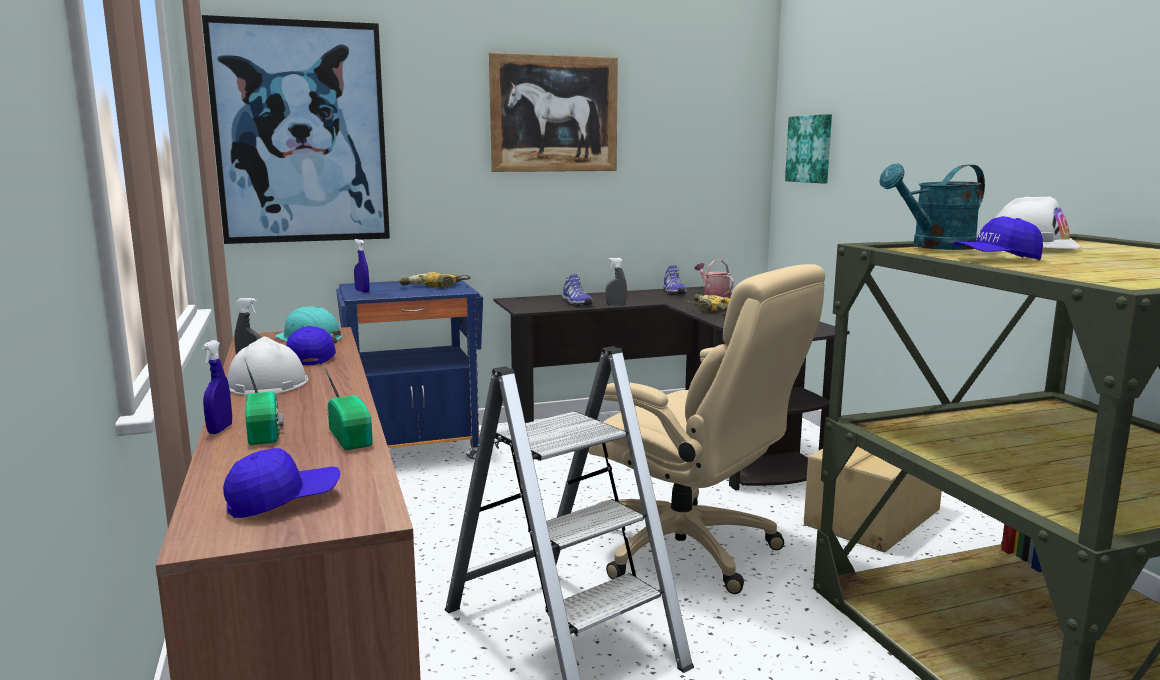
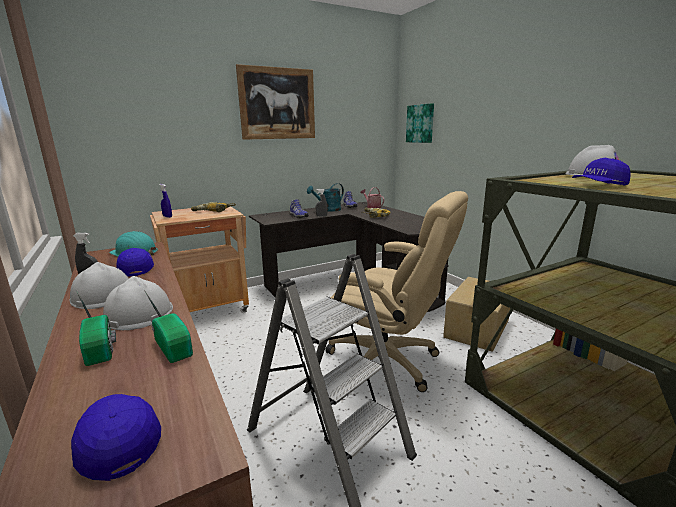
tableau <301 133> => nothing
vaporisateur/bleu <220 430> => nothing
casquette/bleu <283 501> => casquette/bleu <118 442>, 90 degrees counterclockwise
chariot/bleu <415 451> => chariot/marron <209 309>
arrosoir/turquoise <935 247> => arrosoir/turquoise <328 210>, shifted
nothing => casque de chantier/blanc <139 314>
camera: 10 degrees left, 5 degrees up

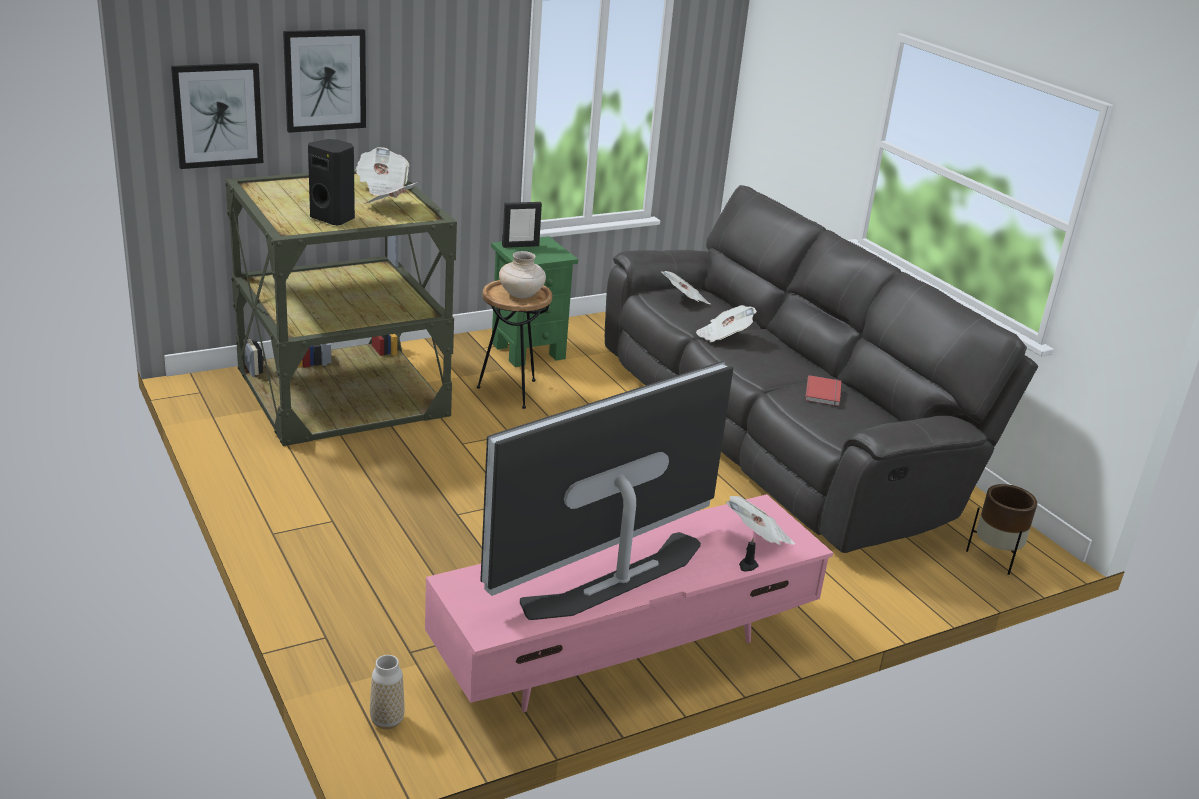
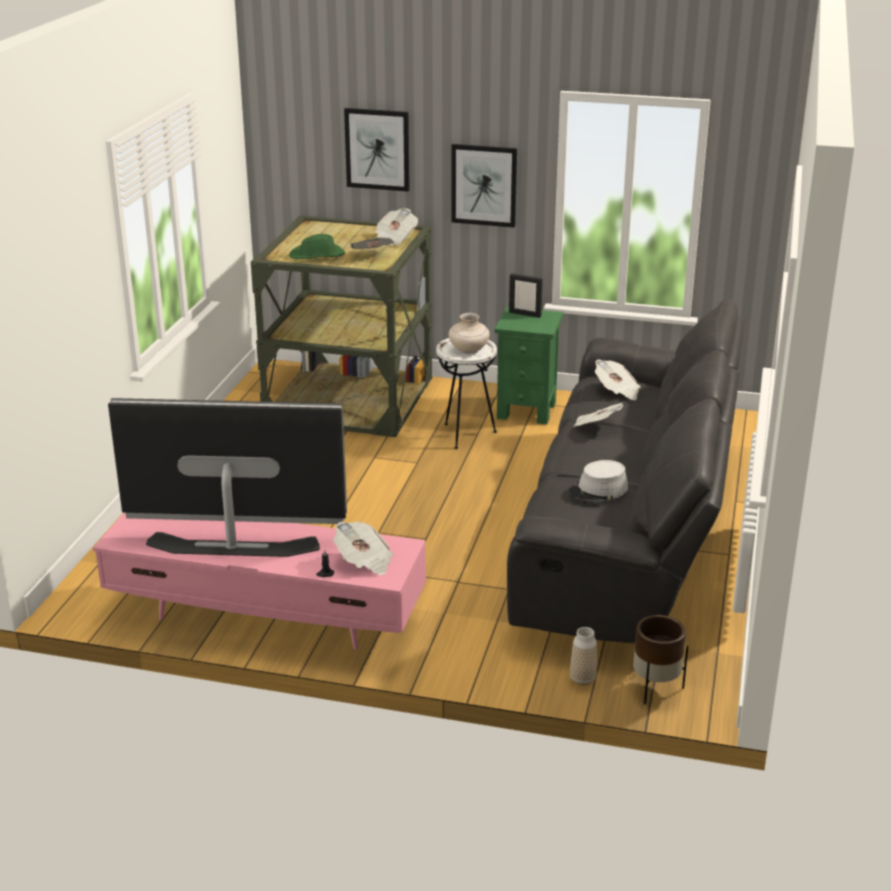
tableau <218 115> => tableau <484 185>, shifted
enceinte/noir <334 218> => chapeau/vert <317 255>
vase <387 721> => vase <582 680>, shifted
table d'appoint/marron <512 392> => table d'appoint/blanc <465 435>
livre/rouge <824 393> => chapeau/gris <598 490>
camera: 45 degrees right, 0 degrees up

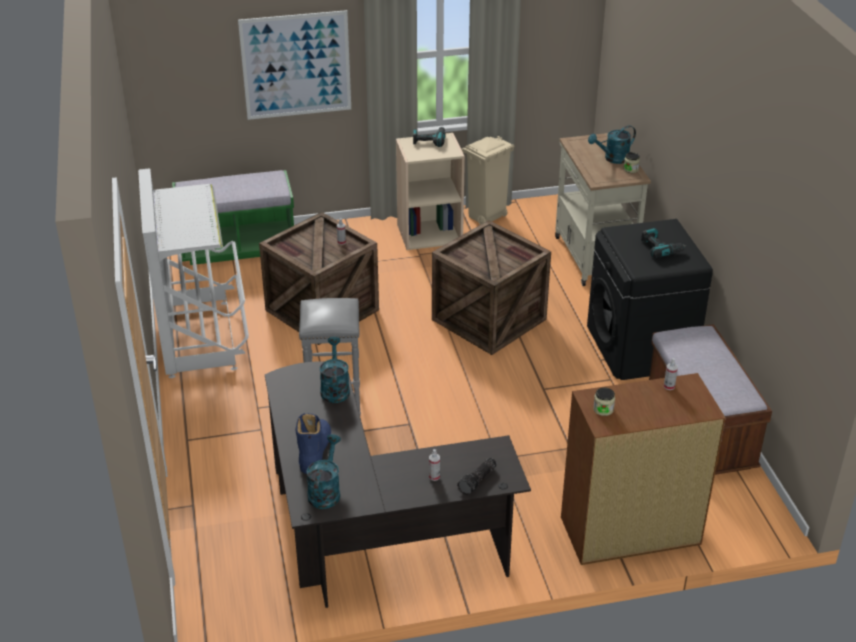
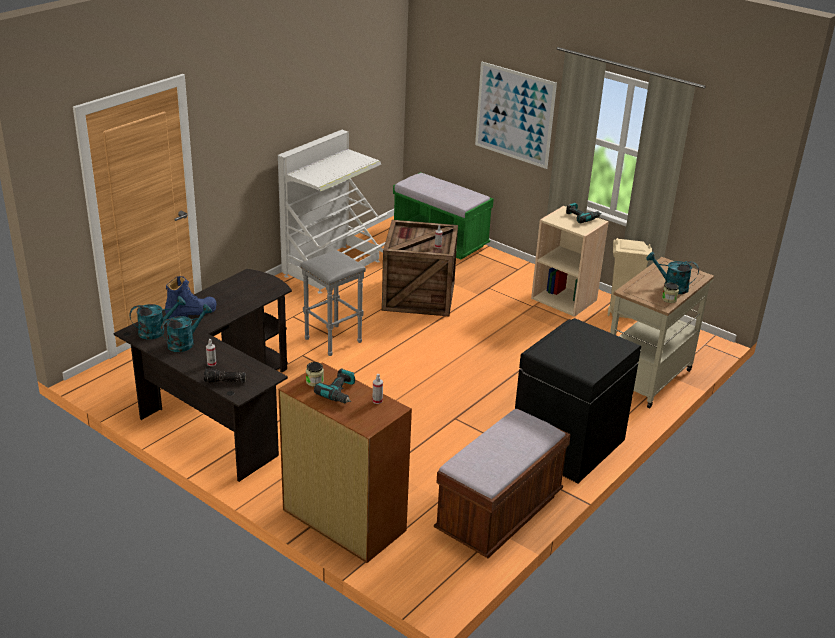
arrosoir/turquoise <334 388> => arrosoir/turquoise <185 343>, shifted
caisse <491 319> => nothing
perceuse <660 248> => perceuse <340 392>, shifted
camera: 50 degrees right, 5 degrees down

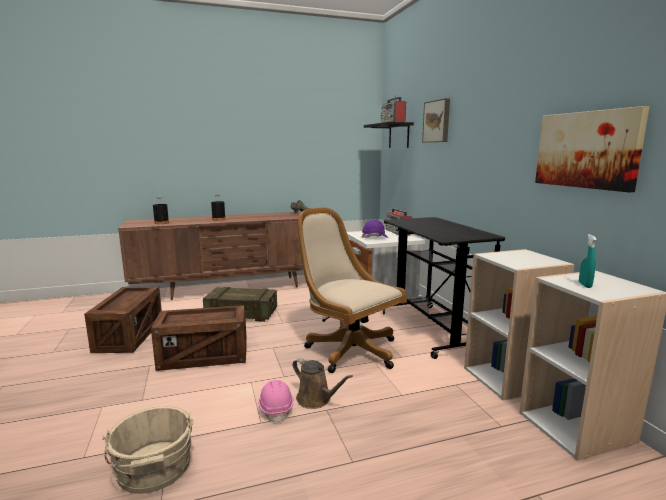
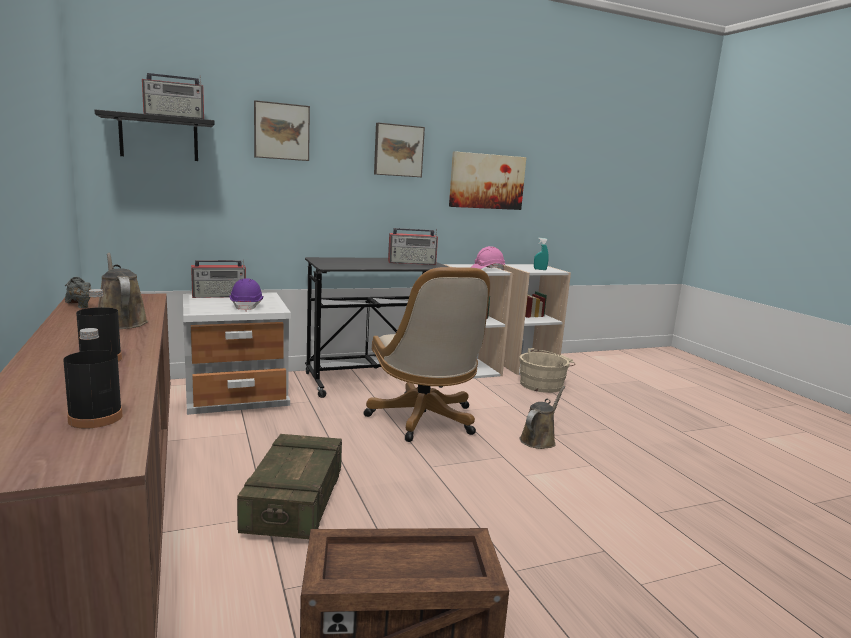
seau/beige <154 470> => seau/beige <543 384>, shifted
caisse <203 356> => nothing
casque de chantier/rose <276 409> => casque de chantier/rose <487 270>, shifted
chaise de bureau <347 348> => chaise de bureau <425 422>, 60 degrees counterclockwise
nothing => arrosoir/marron <120 322>
nothing => tableau <398 150>
nothing => radio <412 263>
camera: 95 degrees left, 0 degrees up

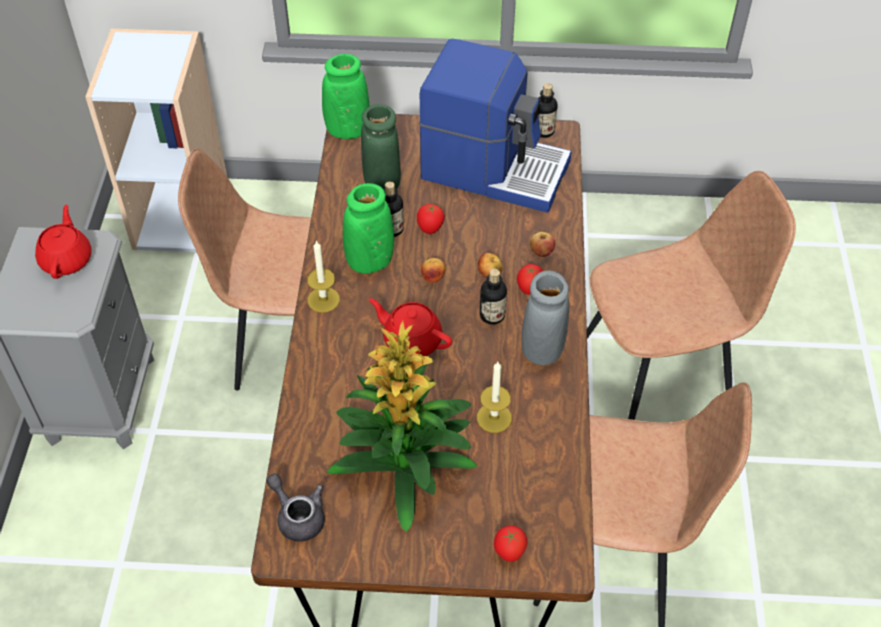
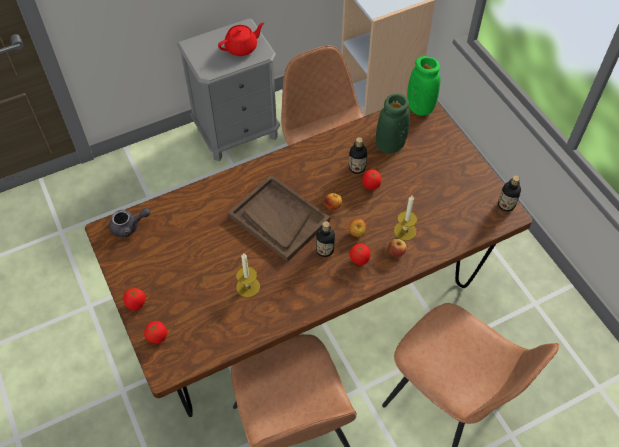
théière/gris <298 516> => théière/gris <129 226>, 60 degrees clockwise
bougie <323 300> => bougie <405 231>, shifted
plante en pot <404 462> => nothing
vase/vert <370 261> => nothing
théière/rouge <411 340> => plateau/marron <278 219>
machine à café <494 168> => nothing
vase/gris <542 350> => nothing
nothing => tomate <136 305>
camera: 60 degrees right, 5 degrees up

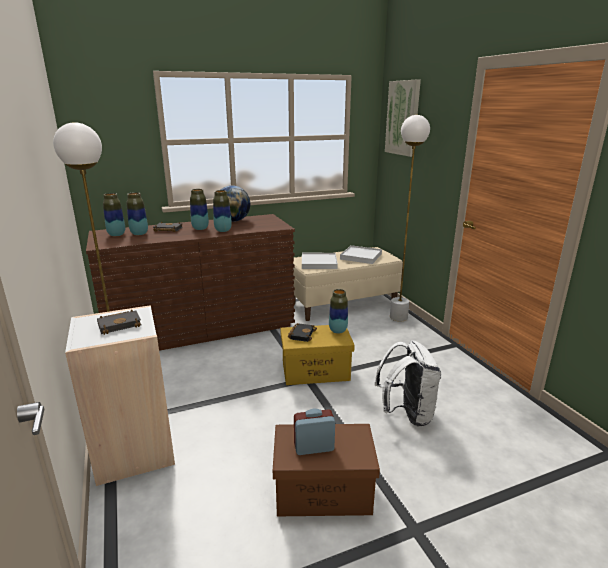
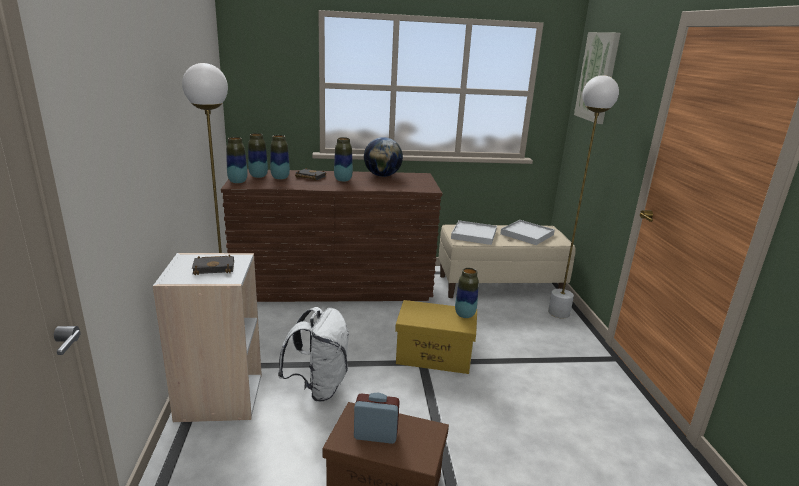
vase <223 230> => vase <238 182>, shifted
livre/noir <301 334> => nothing
sac à dos/blanc <406 414> => sac à dos/blanc <318 387>, shifted
camera: 15 degrees right, 0 degrees up

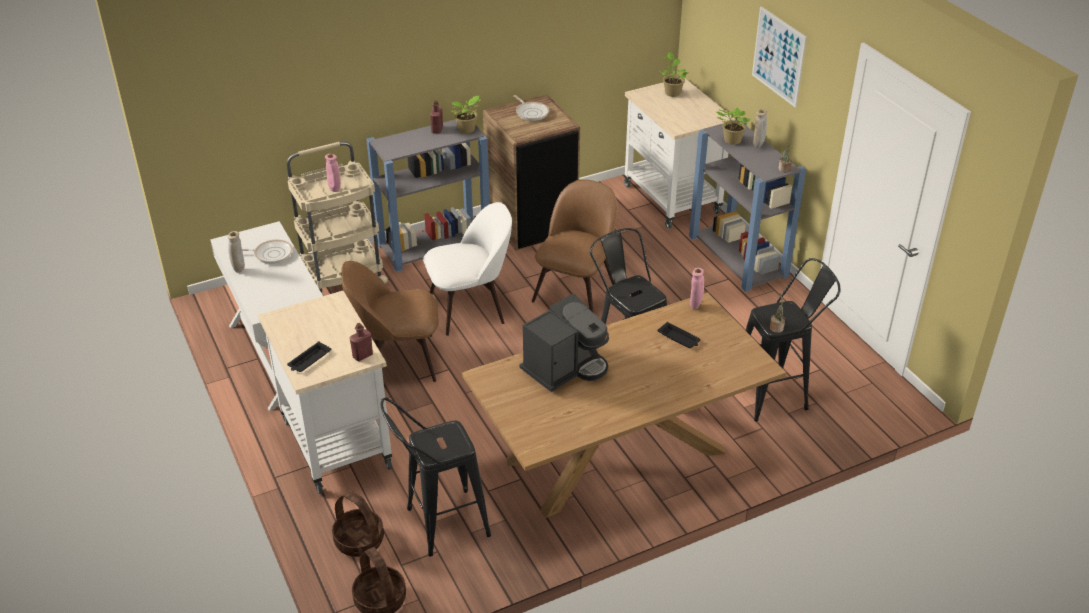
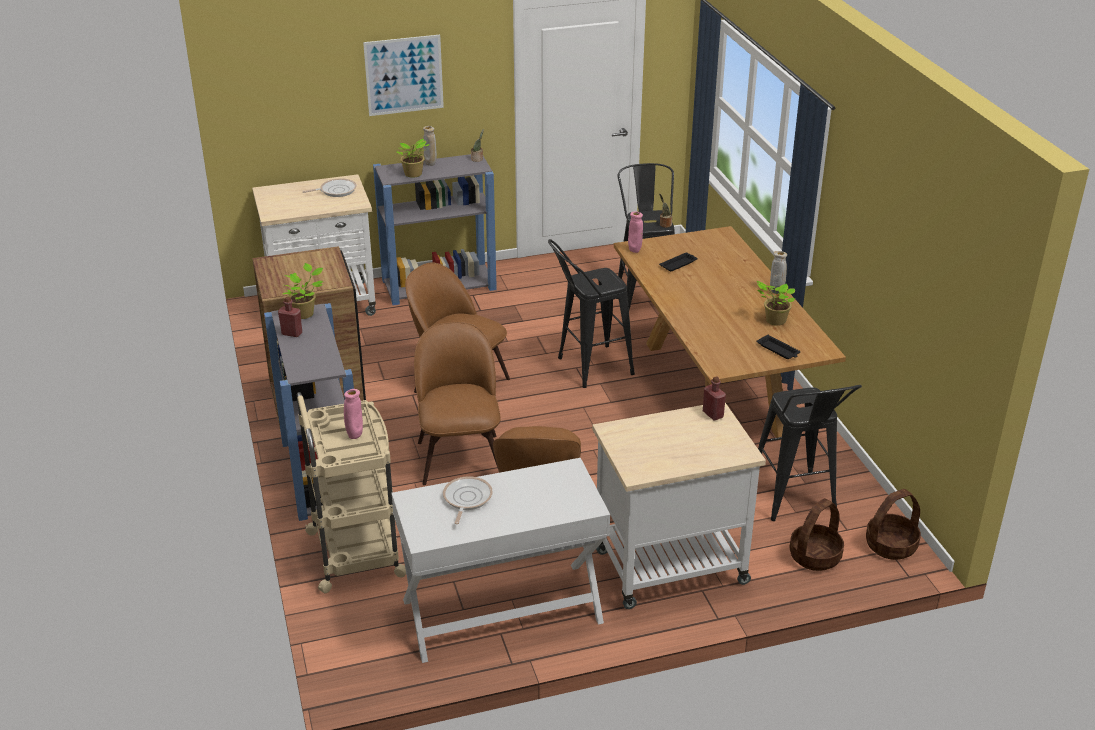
vase/beige <239 270> => vase/beige <776 292>, shifted
plateau/noir <309 360> => plateau/noir <778 350>, shifted
chaise/blanc <470 308> => chaise/marron <460 456>
poêle <531 112> => poêle <336 190>, shifted
machine à café <565 367> => nothing
plante en pot <672 92> => plante en pot <774 320>, shifted
camera: 80 degrees left, 5 degrees down

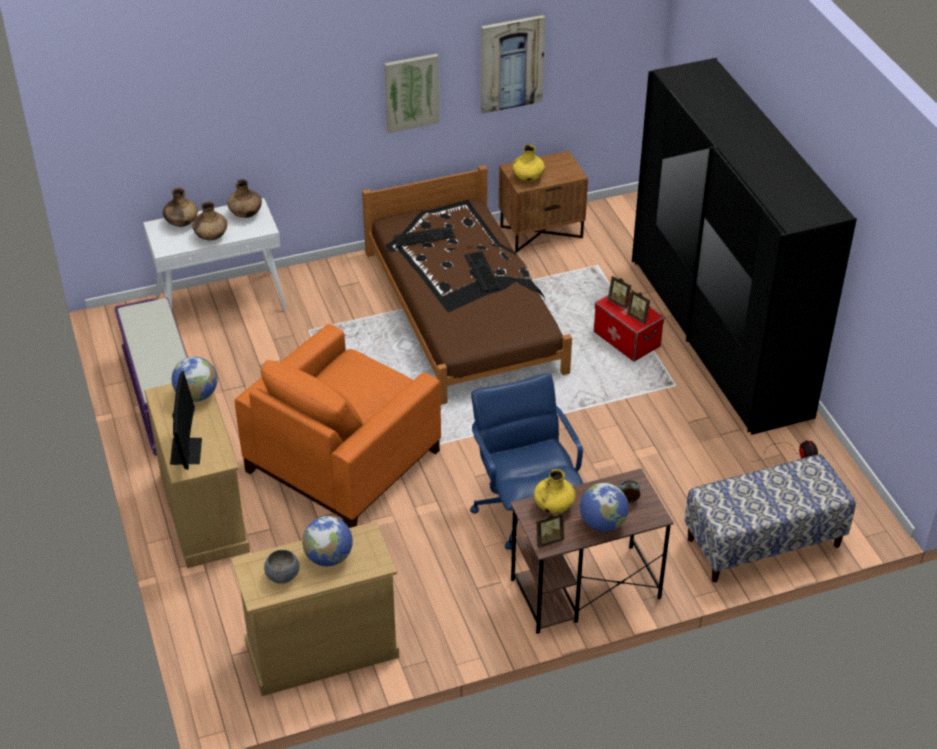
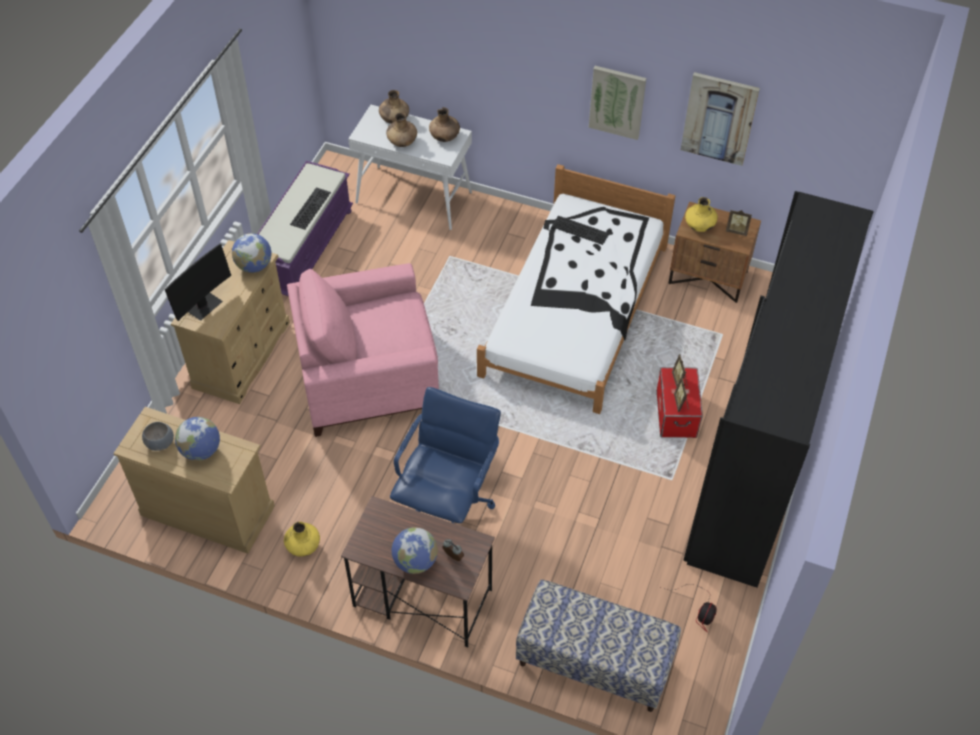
fauteuil/orange <343 459> => fauteuil/rose <368 375>
lit/marron <463 311> => lit/blanc <575 309>
clavier <481 271> => clavier <310 207>, shifted
vase/jaune <553 506> => vase/jaune <303 546>, shifted
cadre photo <548 540> => cadre photo <736 231>, shifted
camera: 40 degrees right, 10 degrees up

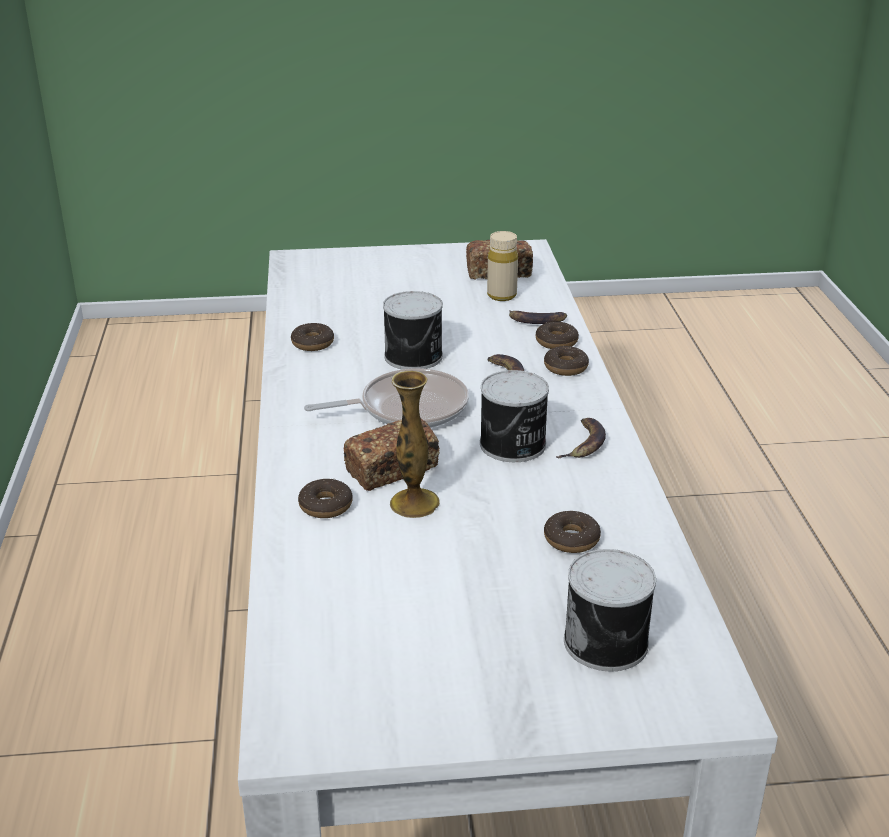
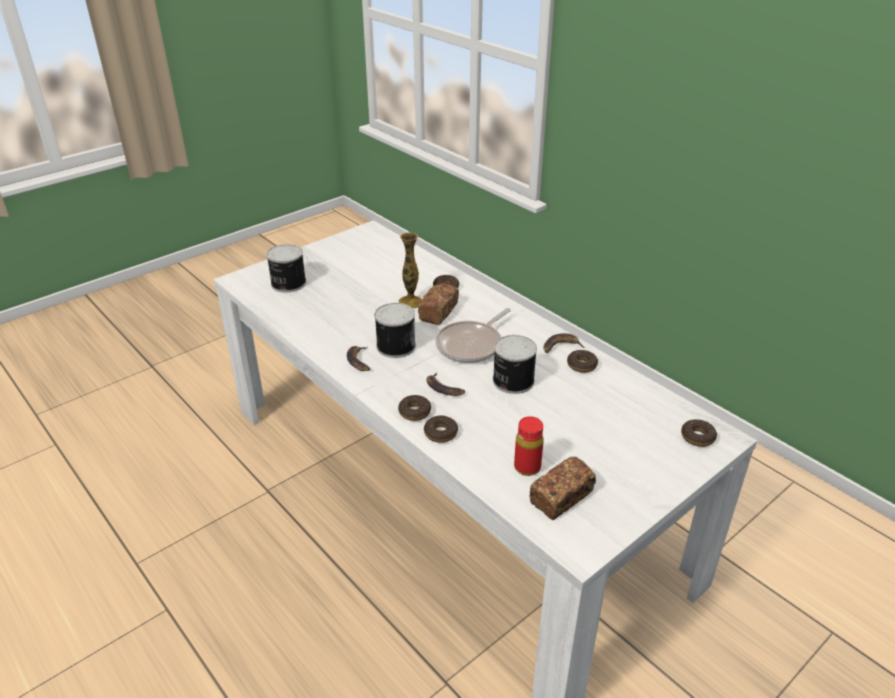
bouteille/beige <501 295> => bouteille/rouge <527 467>
banane <536 320> => banane <561 347>, shifted
beignet <571 539> => beignet <697 437>, shifted
camera: 145 degrees right, 5 degrees up

